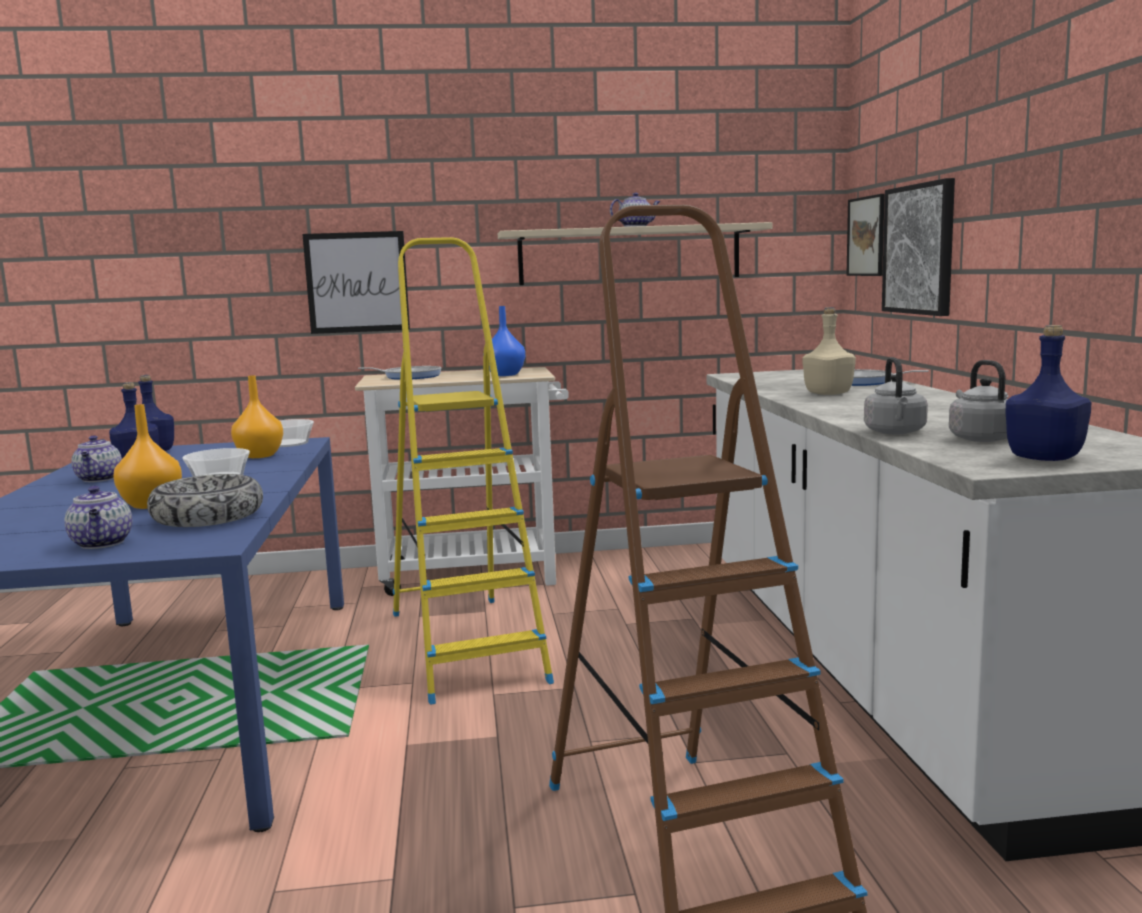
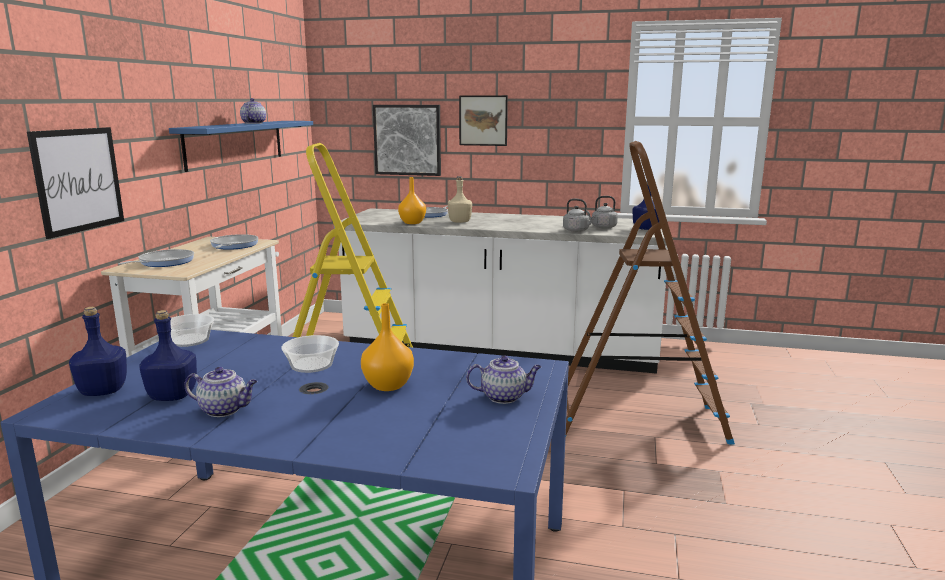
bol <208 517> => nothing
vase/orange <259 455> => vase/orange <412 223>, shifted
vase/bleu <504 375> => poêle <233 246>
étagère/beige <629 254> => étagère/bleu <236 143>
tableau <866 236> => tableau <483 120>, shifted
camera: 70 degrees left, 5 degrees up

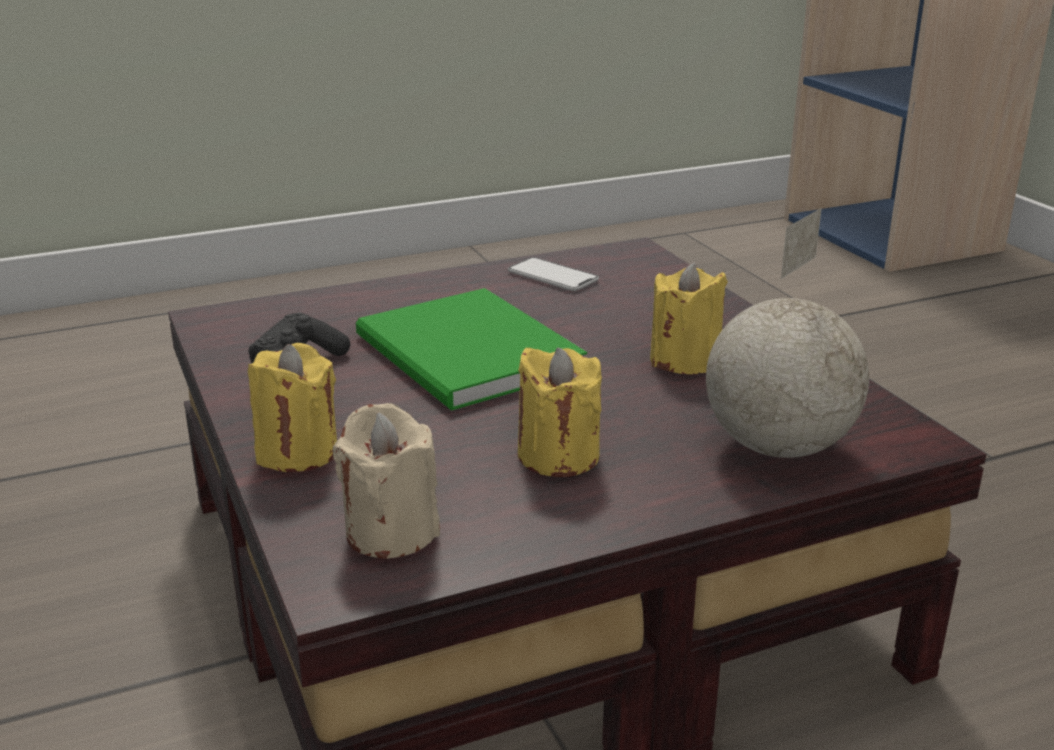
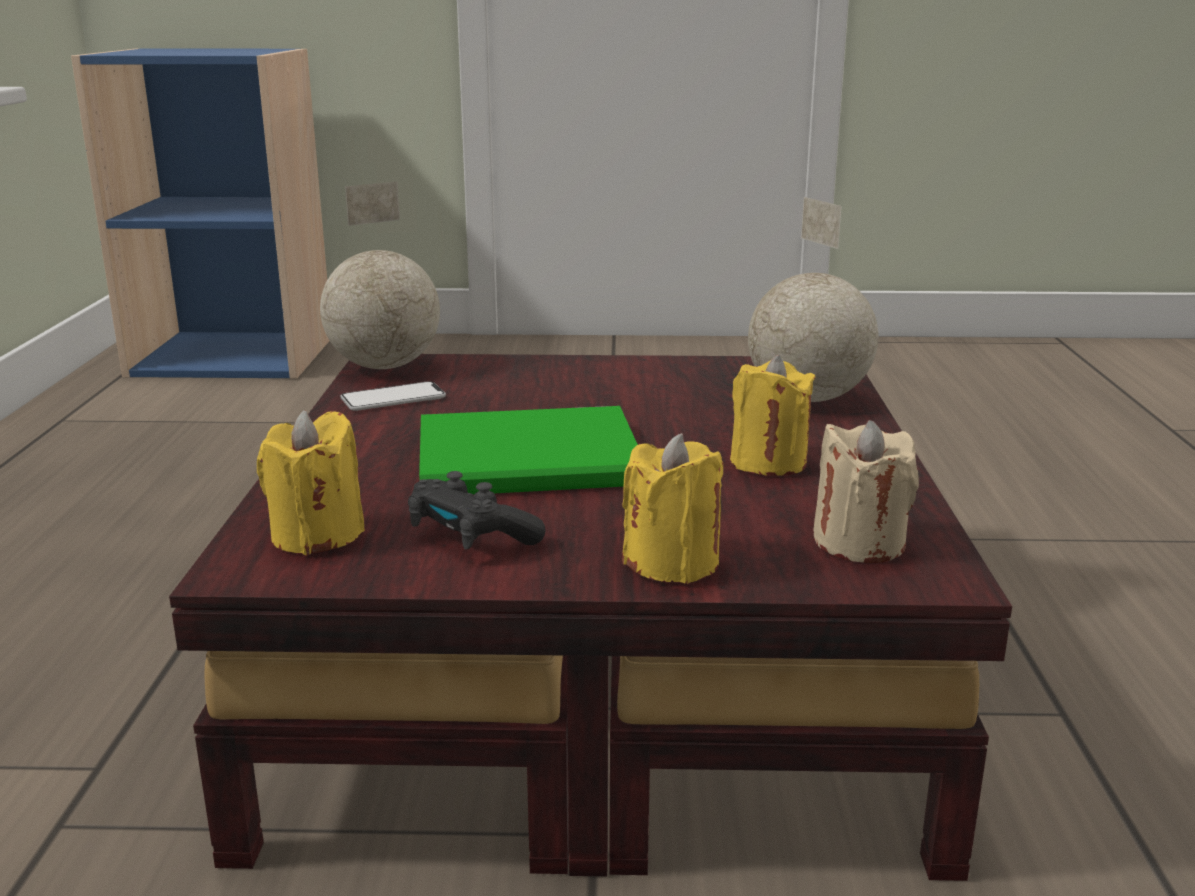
bougie/jaune <685 360> => bougie/jaune <316 535>, shifted
nothing => globe <386 366>
camera: 65 degrees left, 5 degrees down

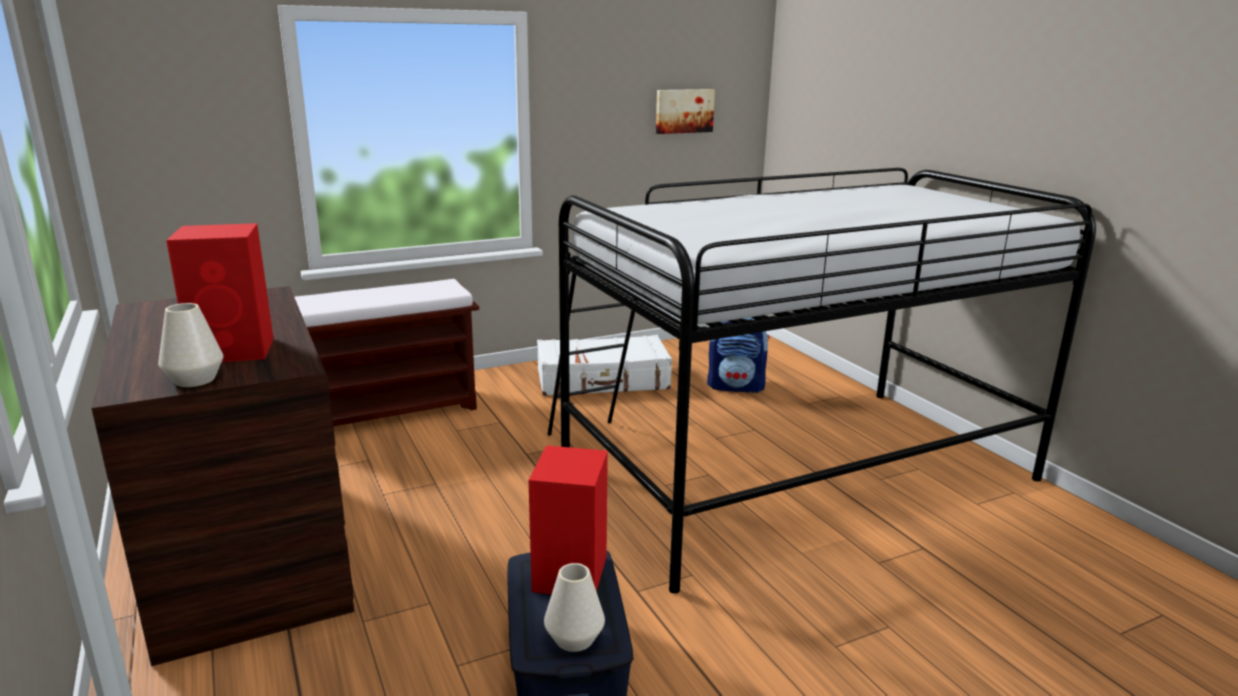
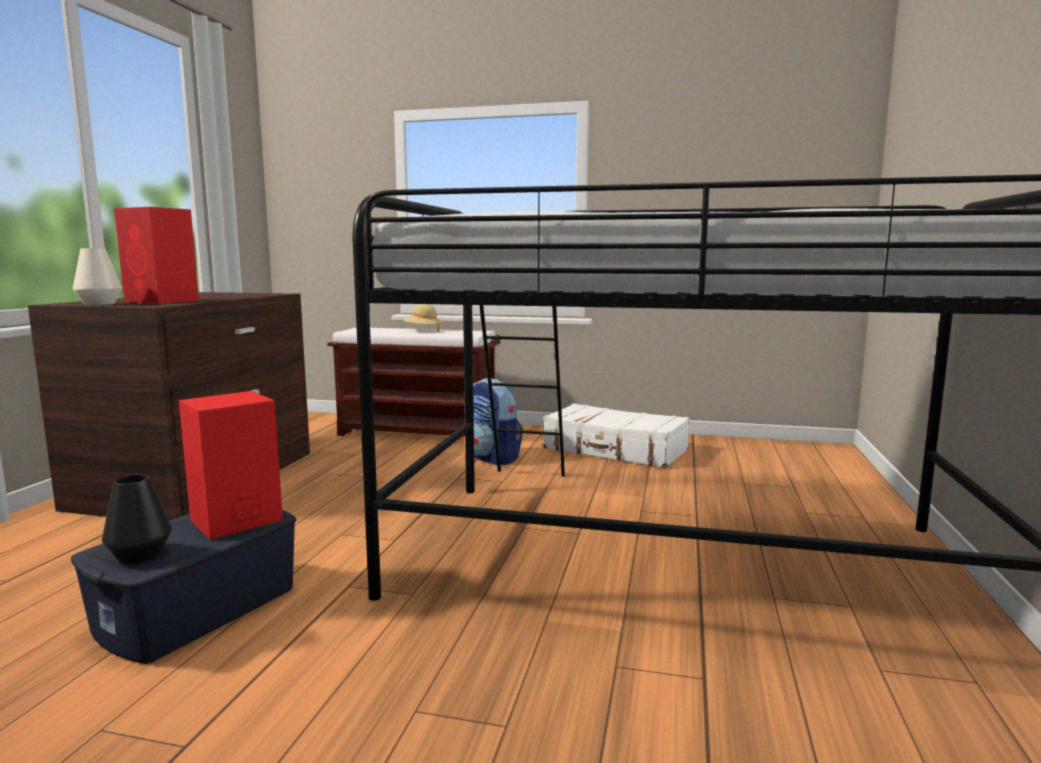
vase/blanc <574 638> => vase/noir <140 555>
tableau <683 111> => nothing
sac à dos <736 386> => sac à dos <492 458>, shifted
nothing => chapeau/beige <423 331>
camera: 40 degrees right, 10 degrees down

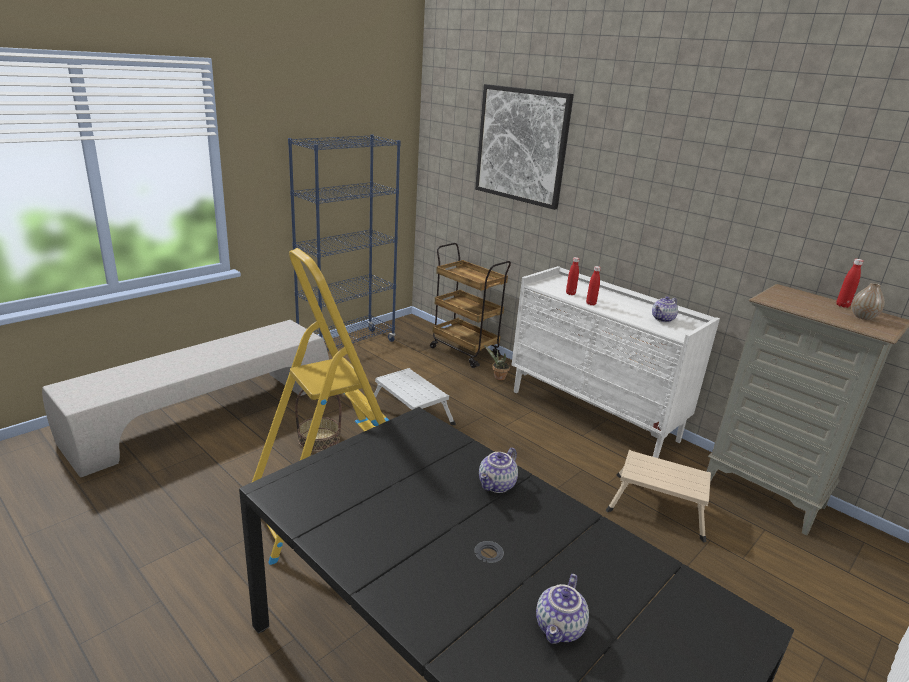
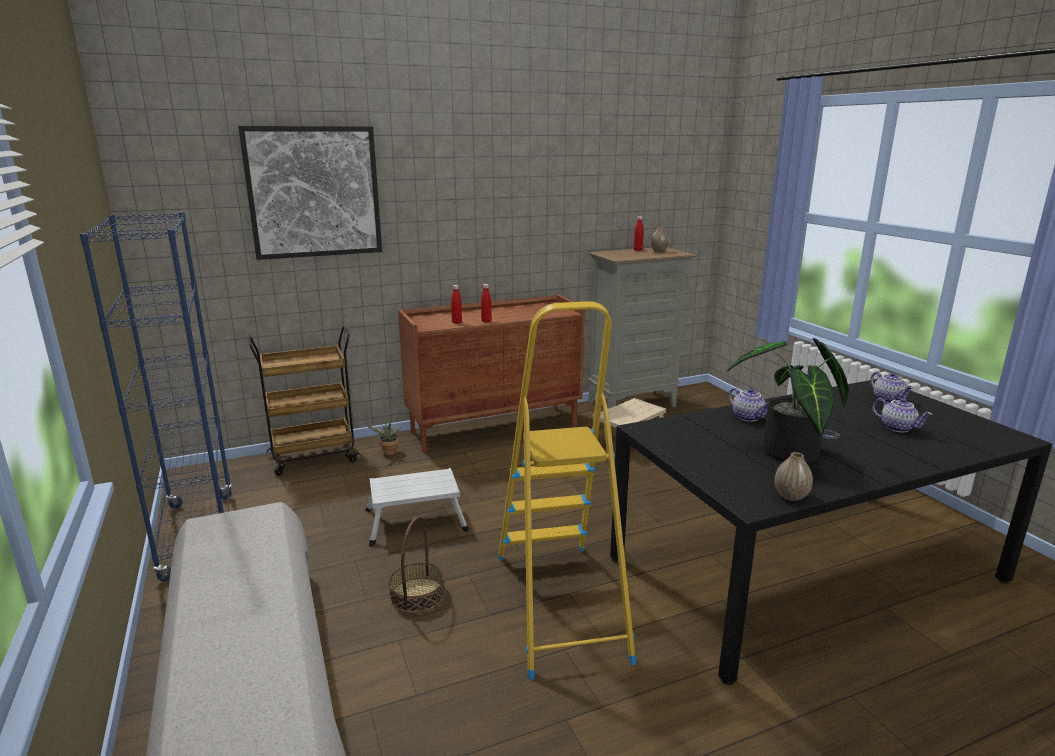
meuble de rangement/blanc <593 416> => meuble de rangement/marron <495 428>
théière <663 319> => théière <888 400>, shifted
nothing => plante en pot <787 455>
nothing => vase <790 496>
camera: 65 degrees left, 5 degrees down

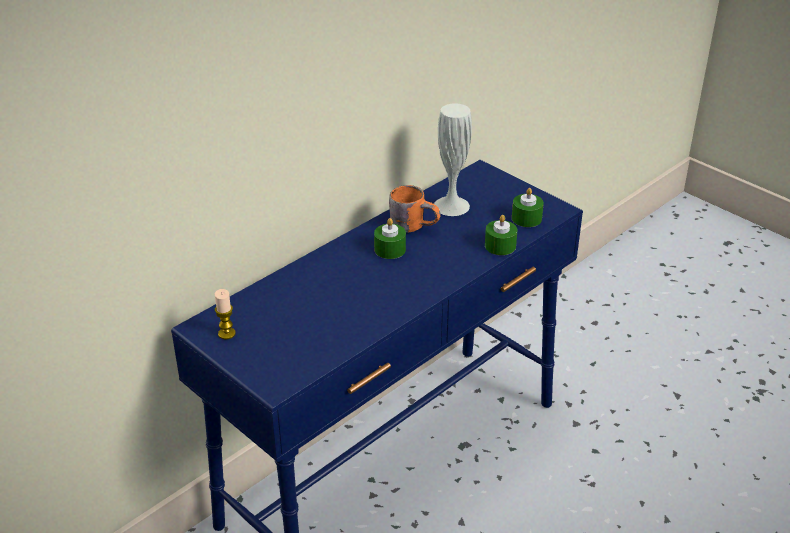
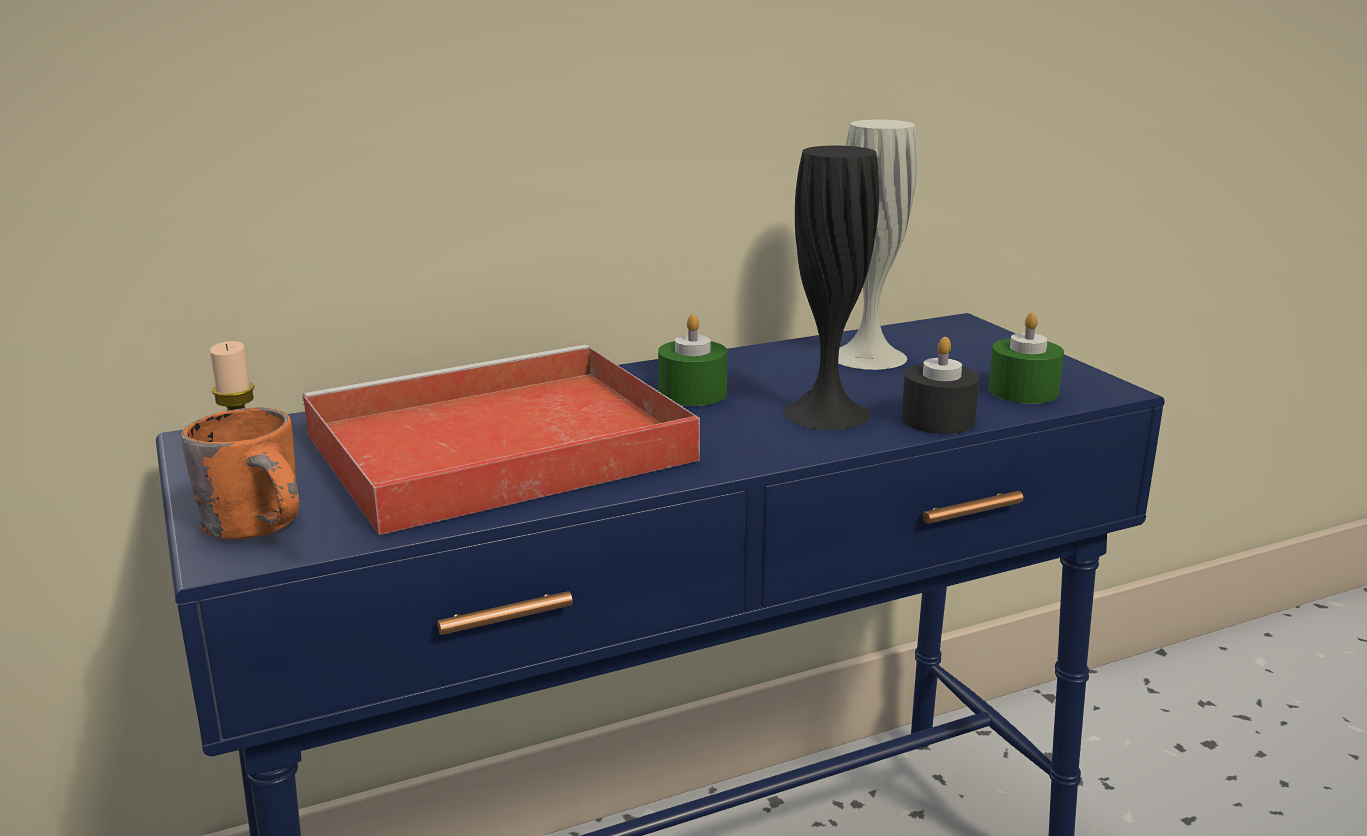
mug/orange <414 225> => mug/orange <269 526>, shifted
bougie/vert <500 246> => bougie/noir <938 420>
nothing => plateau/rouge <492 449>
nothing => vase/noir <826 413>
camera: 20 degrees right, 15 degrees down

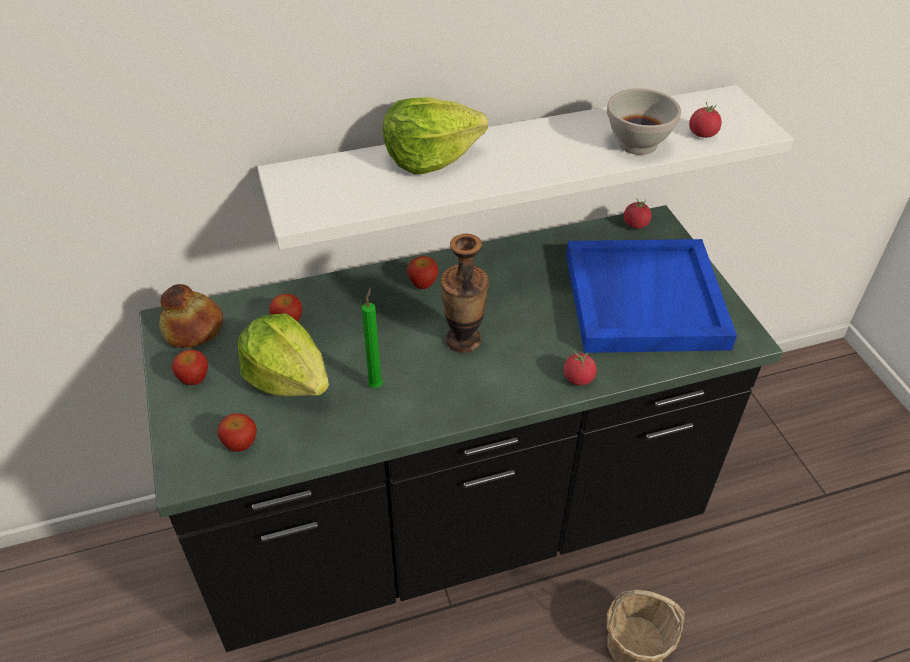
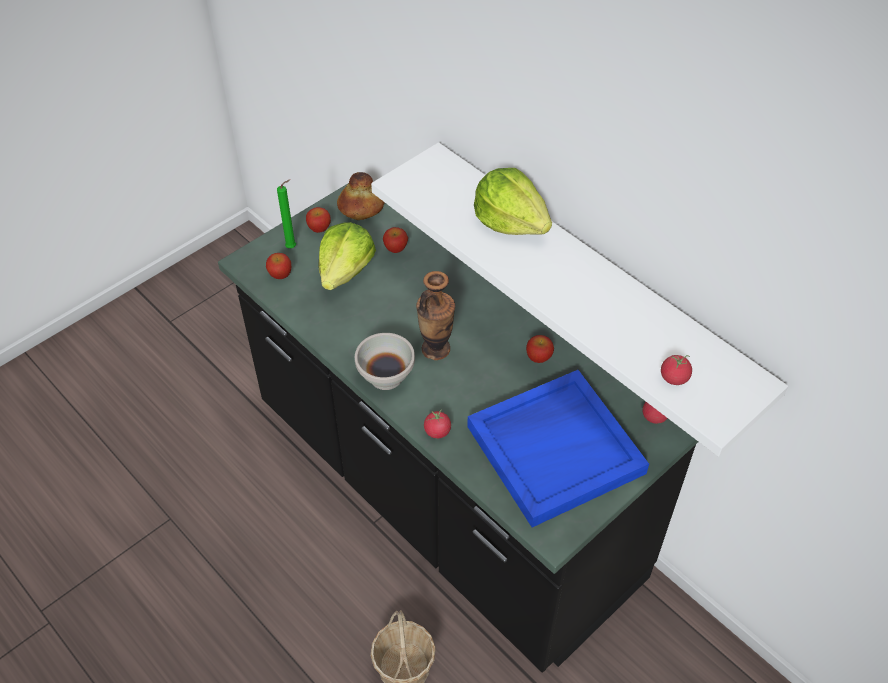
bougie/vert <376 384> => bougie/vert <293 247>, shifted
pomme <423 283> => pomme <539 357>, shifted
bol/blanc <637 144> => bol/blanc <385 377>, shifted
camera: 65 degrees right, 5 degrees up

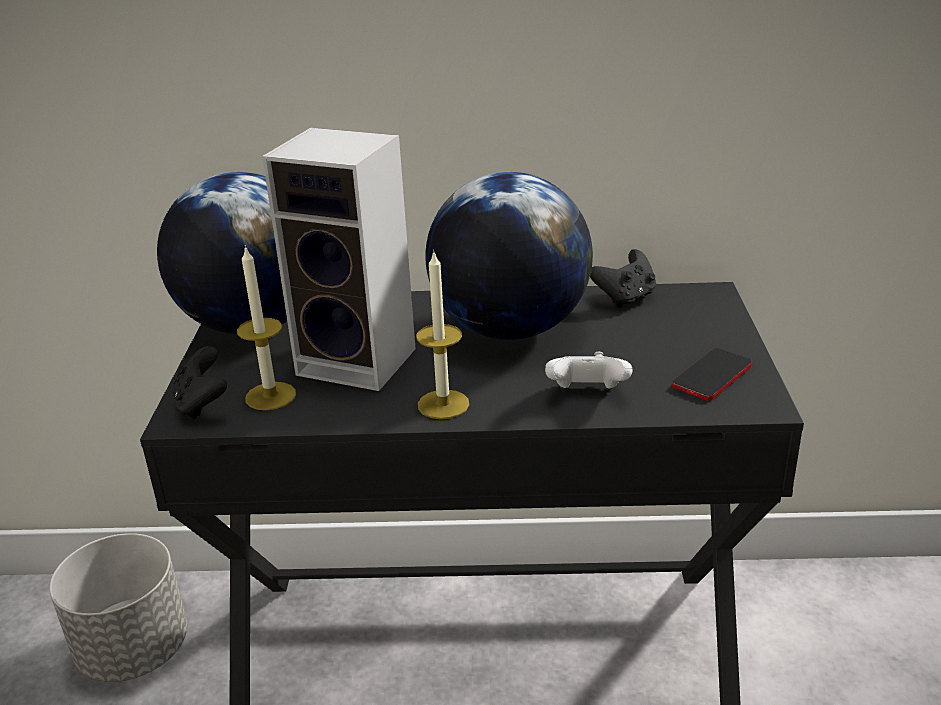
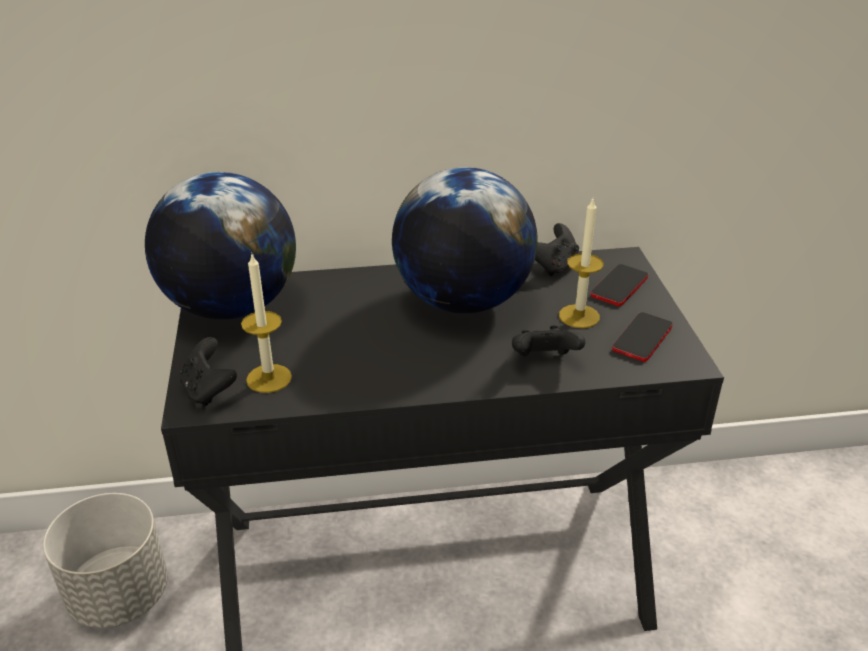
enceinte <362 361> => nothing
bougie <443 404> => bougie <579 316>, shifted
manette/blanc <587 394> => manette/noir <544 360>
nothing => téléphone <619 286>
camera: 10 degrees left, 5 degrees up

